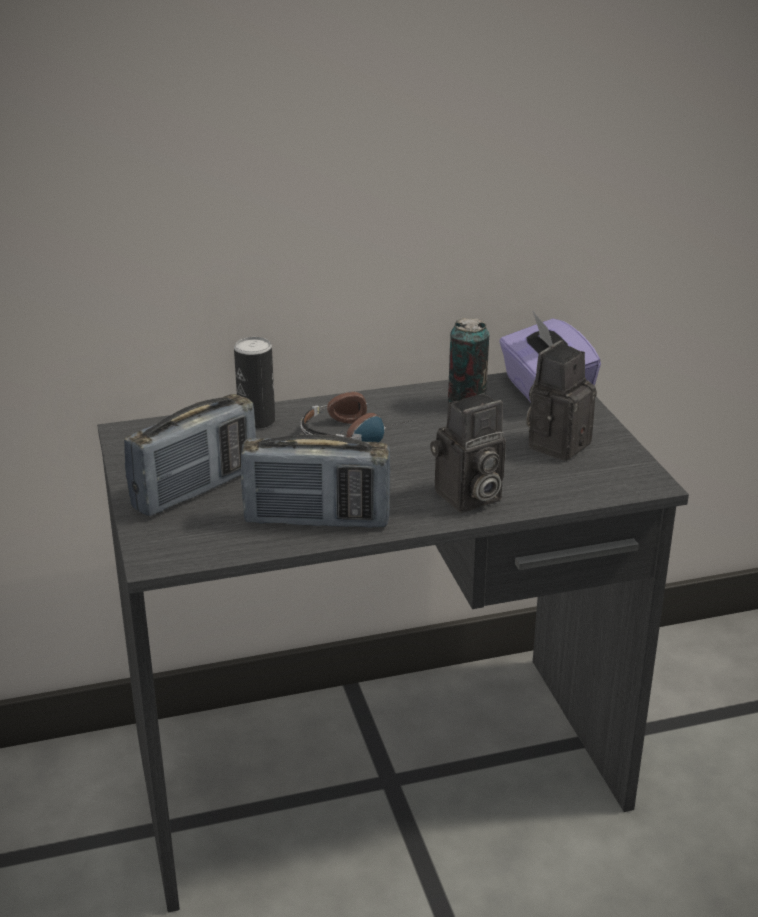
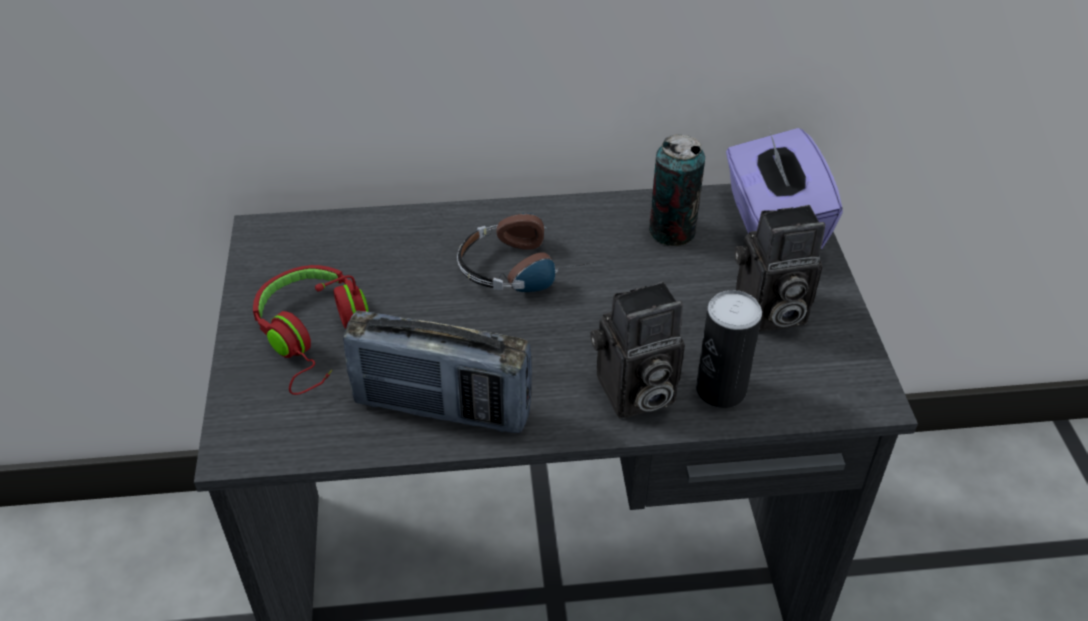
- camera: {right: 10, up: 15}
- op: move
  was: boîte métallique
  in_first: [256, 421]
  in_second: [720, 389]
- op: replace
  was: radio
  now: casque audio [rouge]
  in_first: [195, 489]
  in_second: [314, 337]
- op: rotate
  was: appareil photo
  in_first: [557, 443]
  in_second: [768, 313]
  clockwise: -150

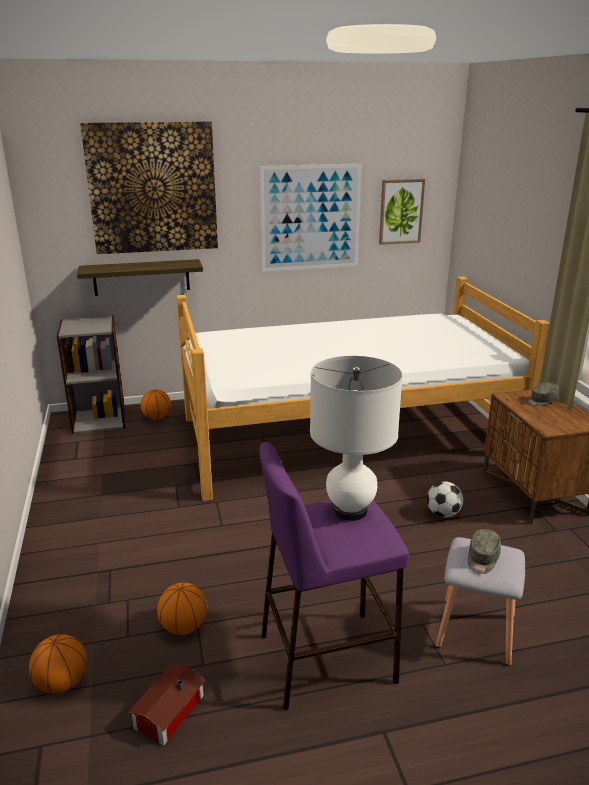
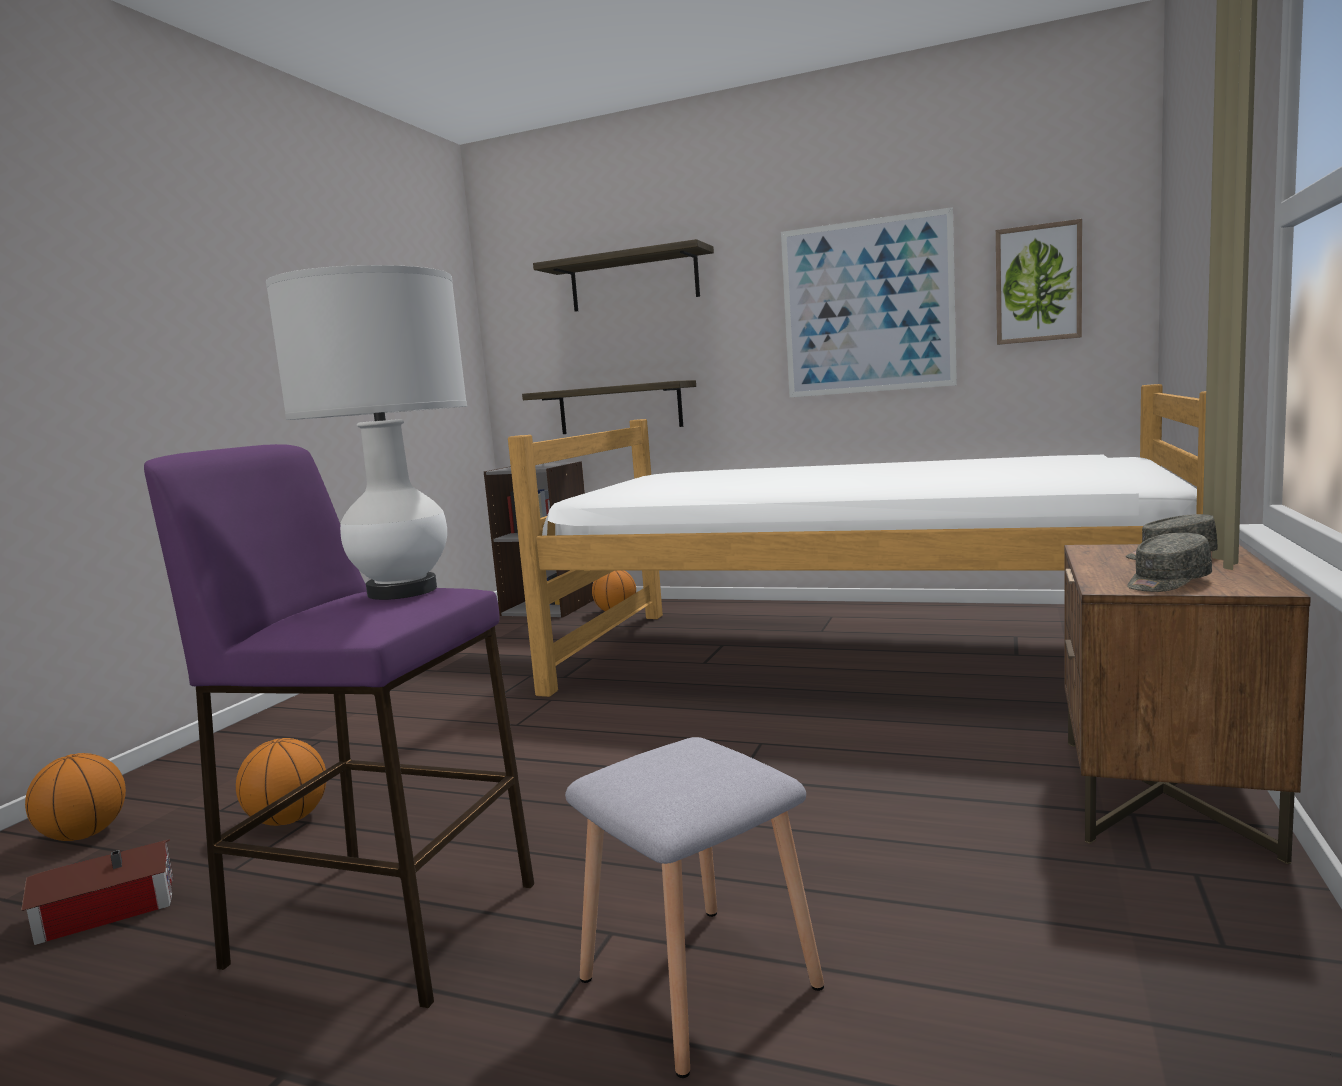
- camera: {right: 35, up: -15}
- op: delete
  was: ballon de foot
  in_first: [443, 514]
- op: move
  was: casquette [gris]
  in_first: [482, 559]
  in_second: [1166, 582]
- op: replace
  was: tableau
  now: étagère
  in_first: [153, 188]
  in_second: [634, 281]

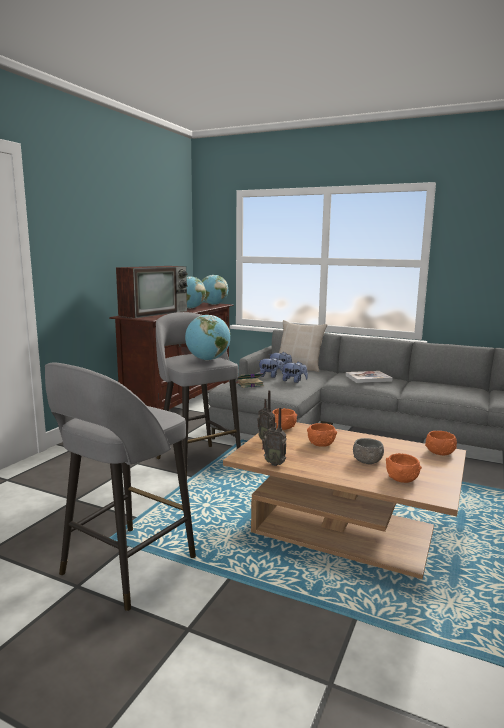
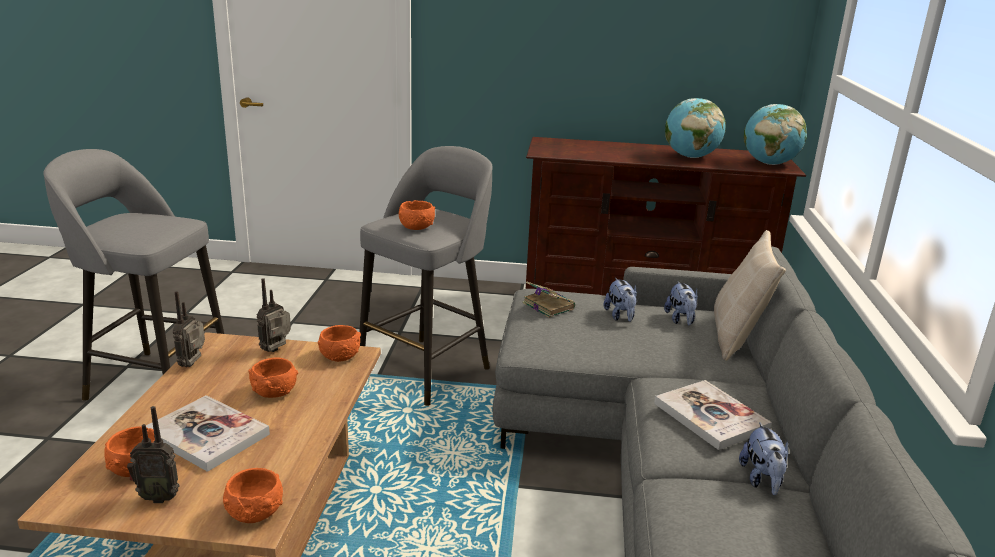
- camera: {right: 70, up: 10}
- op: delete
  was: téléviseur
  in_first: [154, 313]
- op: insert
  now: radio
  in_second: [159, 497]
- op: move
  was: peluche
  in_first: [294, 381]
  in_second: [762, 480]
- op: replace
  was: globe
  now: bol [orange]
  in_first: [207, 360]
  in_second: [416, 227]
- op: replace
  was: bol [gris]
  now: livre
  in_first: [367, 461]
  in_second: [207, 435]

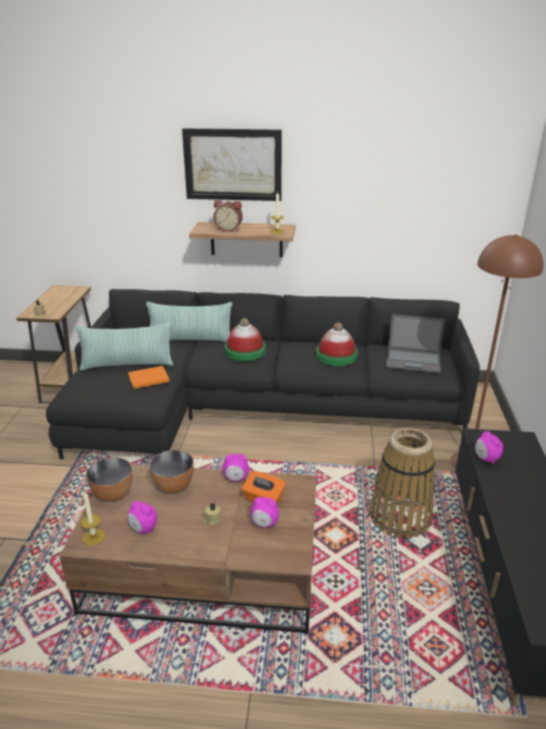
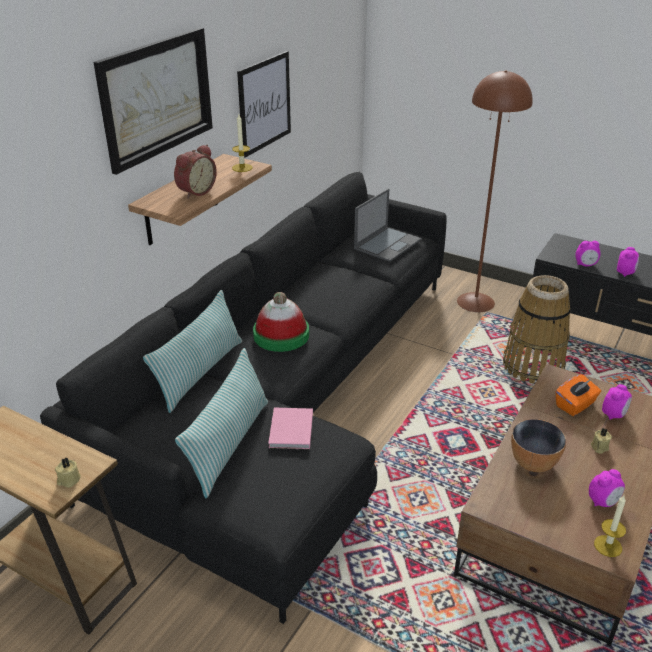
- camera: {right: -65, up: 5}
- op: delete
  was: bol
  in_first: [112, 495]
- op: delete
  was: chapeau
  in_first: [336, 356]
- op: insert
  now: tableau
  in_second: [264, 103]
- op: move
  was: réveil
  in_first: [236, 479]
  in_second: [625, 273]
- op: recolor
  was: livre [orange]
  now: livre [rose]
  in_first: [147, 379]
  in_second: [290, 431]

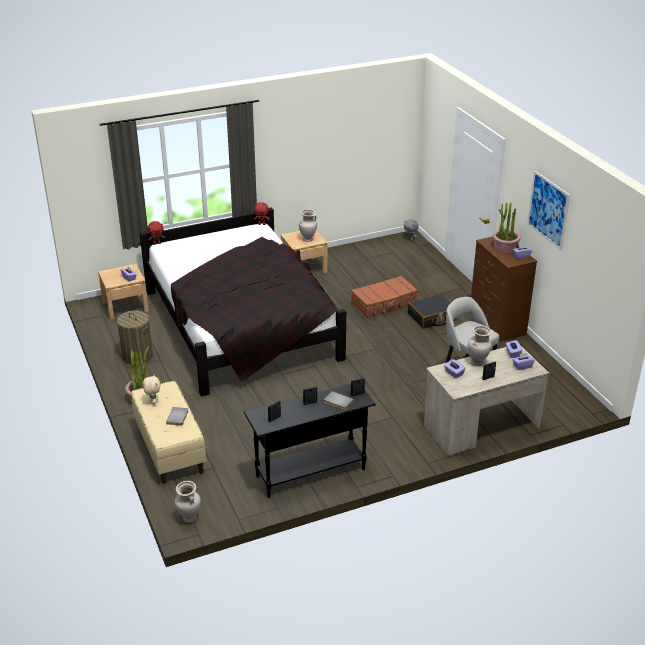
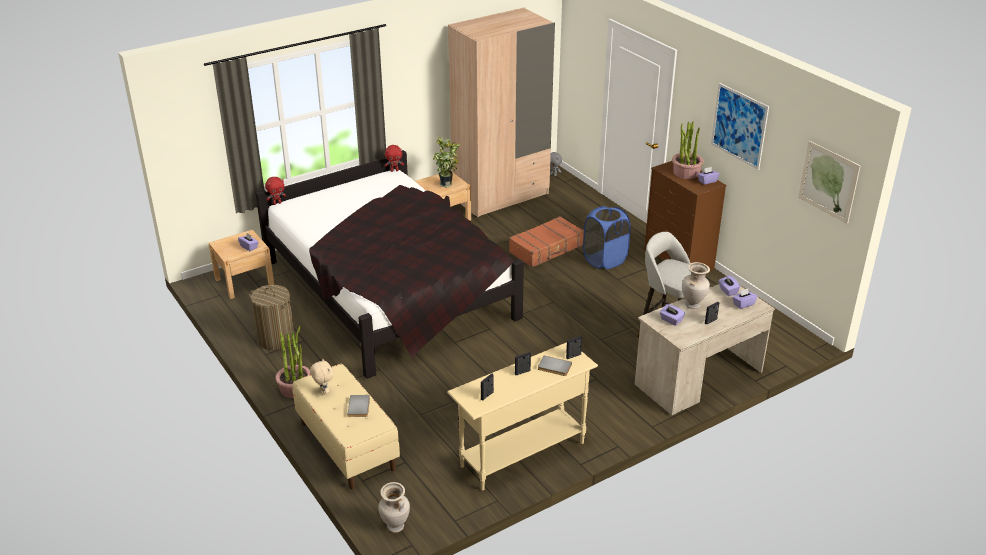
- camera: {right: -10, up: 0}
- op: insert
  now: armoire [beige]
  in_second: [501, 196]
- op: insert
  now: tableau
  in_second: [828, 182]
- op: replace
  was: vase [beige]
  now: plante en pot
  in_first: [308, 239]
  in_second: [447, 184]
- op: replace
  was: valise [noir]
  now: panier à linge [bleu]
  in_first: [432, 317]
  in_second: [605, 260]
- op: recolor
  was: table console [noir]
  now: table console [beige]
  in_first: [310, 472]
  in_second: [522, 454]

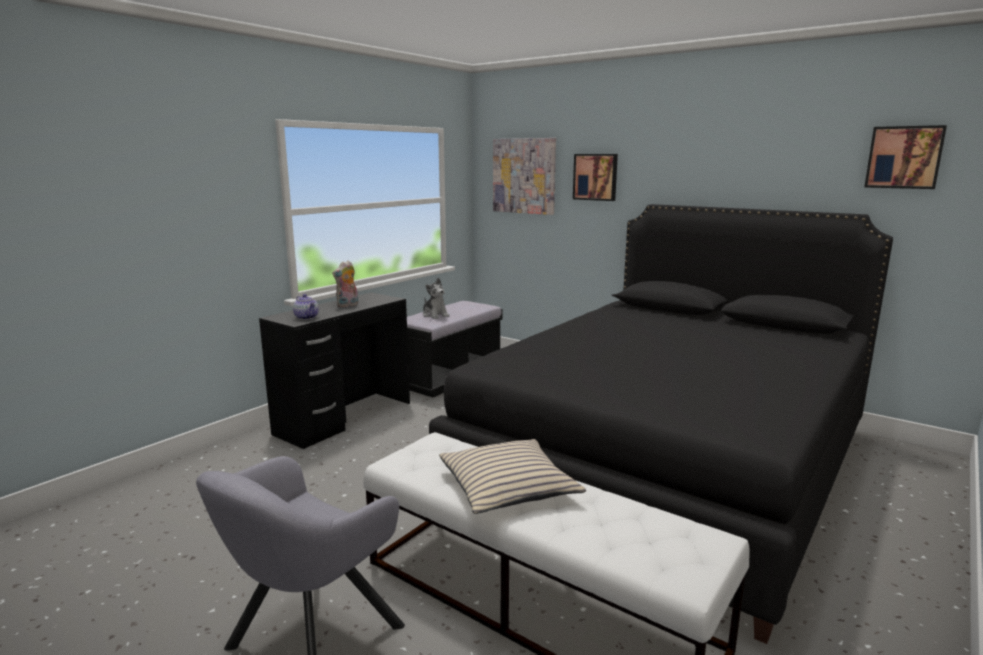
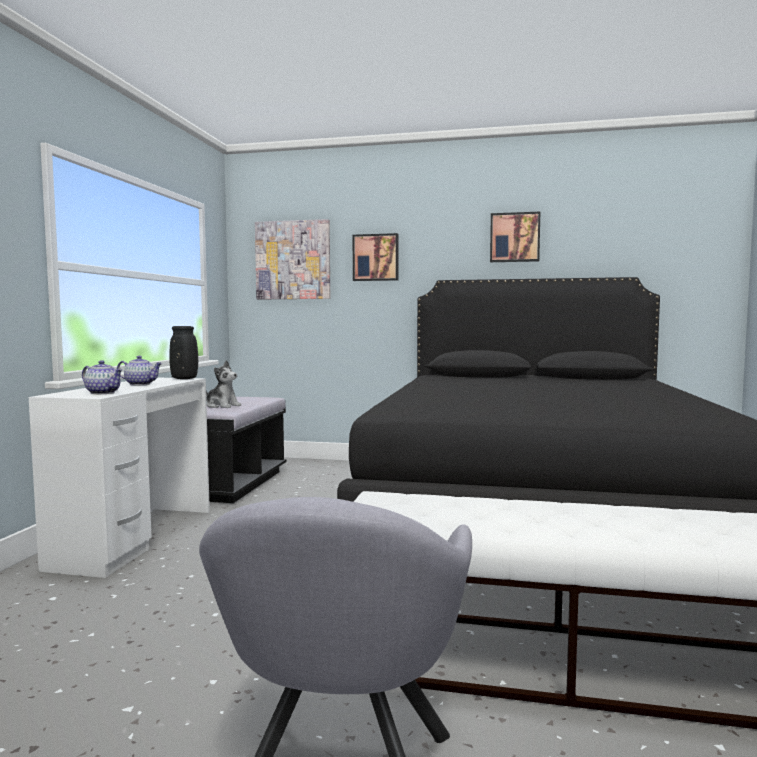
- camera: {right: -25, up: -10}
- op: delete
  was: coussin [beige]
  in_first: [508, 487]
- op: insert
  now: vase [noir]
  in_second: [184, 378]
- op: move
  was: tableau
  in_first: [904, 157]
  in_second: [514, 237]
- op: replace
  was: peluche
  now: théière
  in_first: [348, 305]
  in_second: [141, 384]
- op: recolor
  was: bureau [noir]
  now: bureau [blanc]
  in_first: [344, 418]
  in_second: [135, 537]

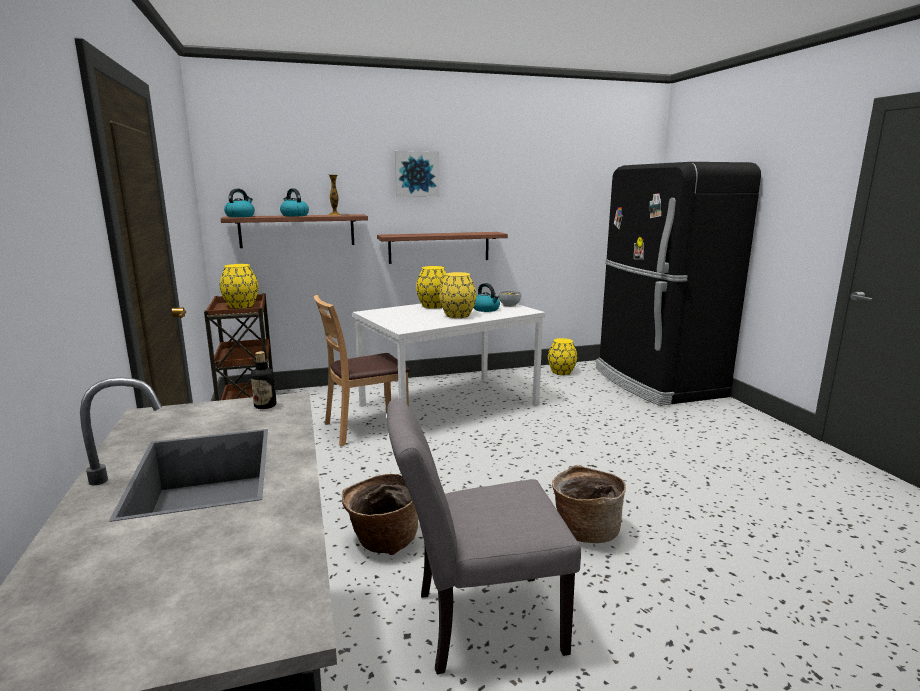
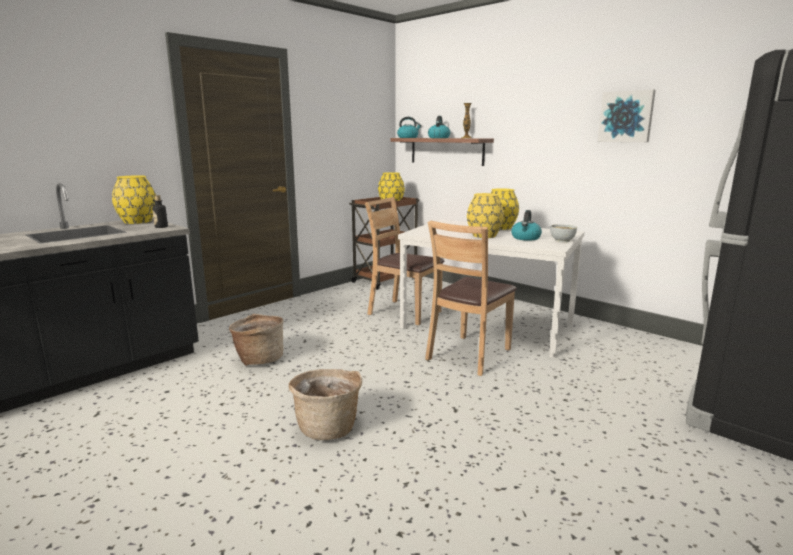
- camera: {right: 60, up: 0}
- op: delete
  was: étagère
  in_first: [439, 247]
- op: delete
  was: chaise [gris]
  in_first: [476, 623]
- op: insert
  now: chaise [marron]
  in_second: [469, 355]
- op: move
  was: tableau
  in_first: [416, 174]
  in_second: [626, 117]
- op: move
  was: vase [jaune]
  in_first: [562, 372]
  in_second: [138, 221]

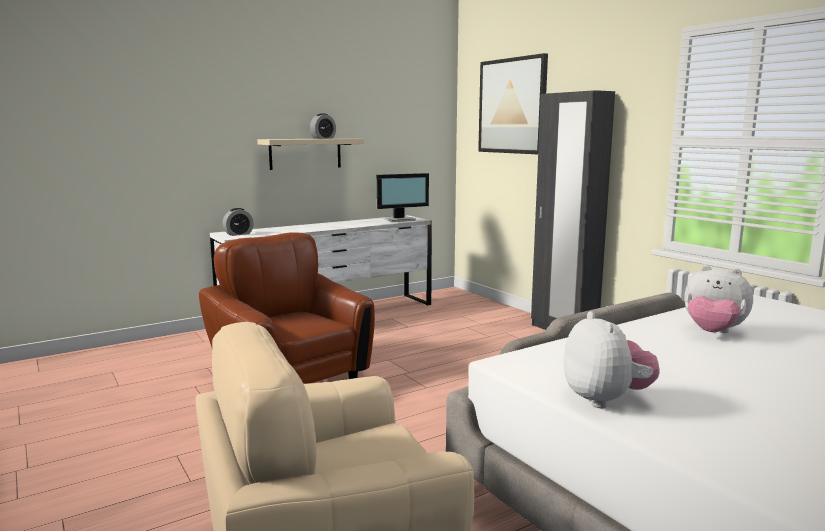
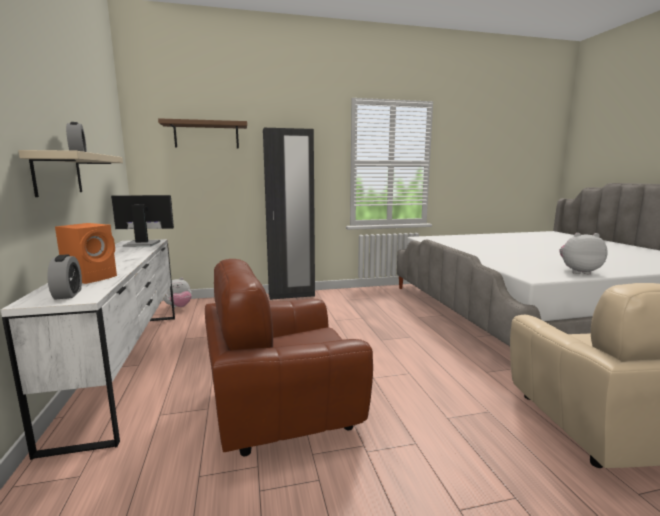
- camera: {right: -70, up: 0}
- op: insert
  now: enceinte [orange]
  in_second: [92, 277]
- op: move
  was: peluche
  in_first: [713, 333]
  in_second: [178, 307]
- op: replace
  was: tableau
  now: étagère [marron]
  in_first: [512, 106]
  in_second: [206, 135]
- op: rotate
  was: écran d'ordinateur
  in_first: [400, 219]
  in_second: [142, 243]
  clockwise: -90

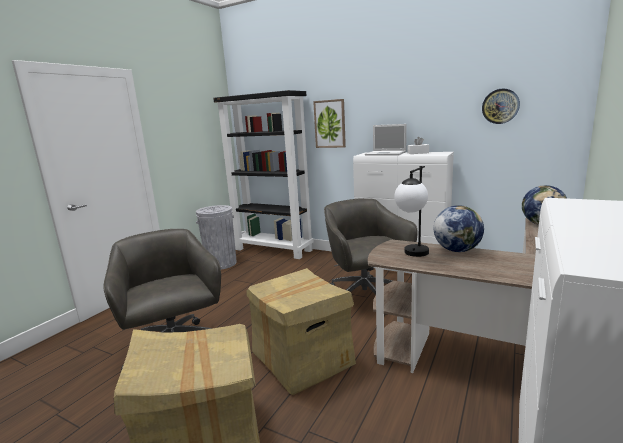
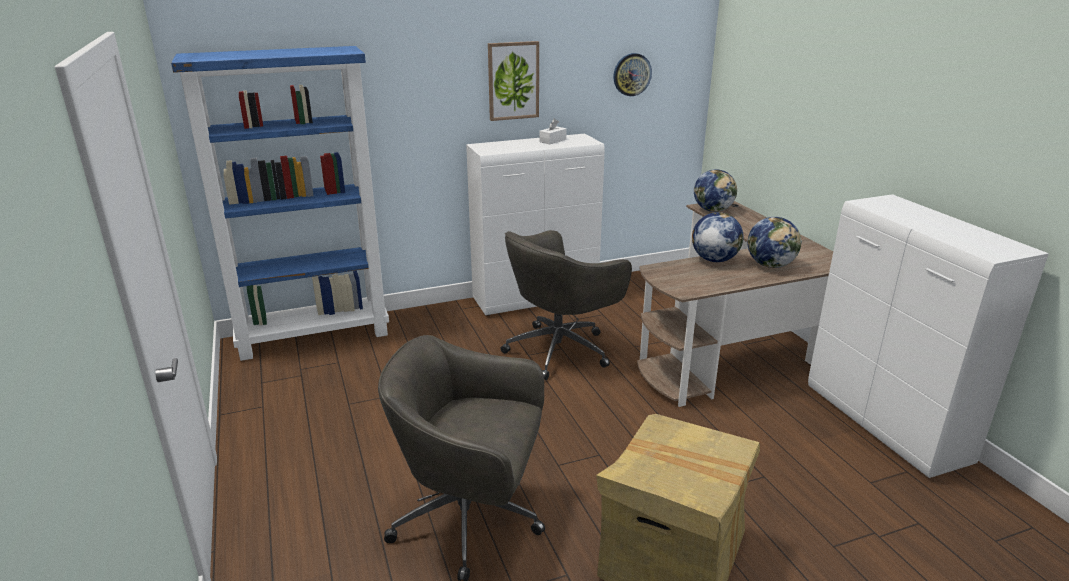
- camera: {right: -50, up: 10}
- op: delete
  was: poubelle [gris]
  in_first: [221, 263]
- op: delete
  was: carton
  in_first: [302, 359]
- op: delete
  was: ordinateur portable
  in_first: [386, 153]
- op: delete
  was: lampe de table
  in_first: [413, 255]
- op: insert
  now: globe
  in_second: [770, 265]
- op: move
  was: tableau
  in_first: [330, 124]
  in_second: [513, 81]
- op: recolor
  was: bibliothèque [noir]
  now: bibliothèque [bleu]
  in_first: [274, 250]
  in_second: [315, 336]
- op: rotate
  was: chaise de bureau [gris]
  in_first: [366, 297]
  in_second: [561, 349]
  clockwise: -60

